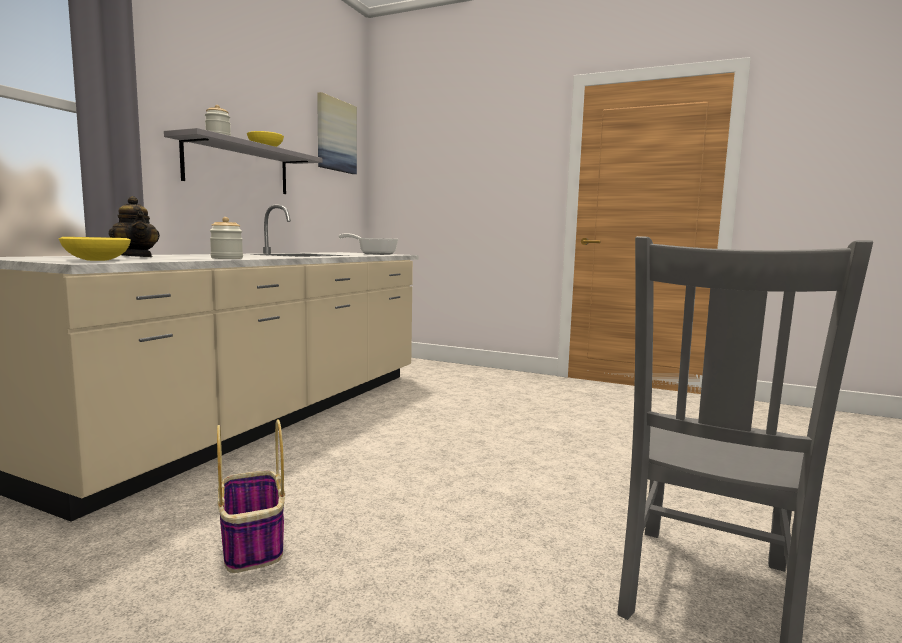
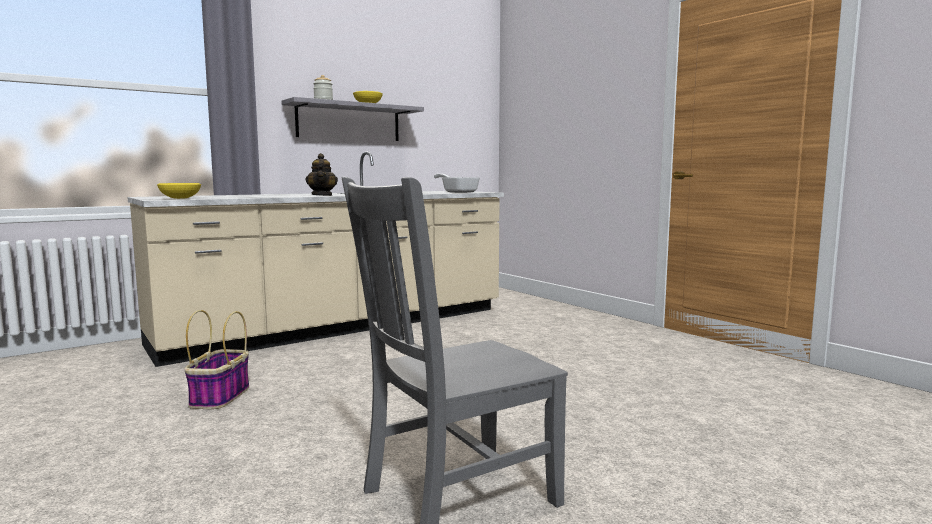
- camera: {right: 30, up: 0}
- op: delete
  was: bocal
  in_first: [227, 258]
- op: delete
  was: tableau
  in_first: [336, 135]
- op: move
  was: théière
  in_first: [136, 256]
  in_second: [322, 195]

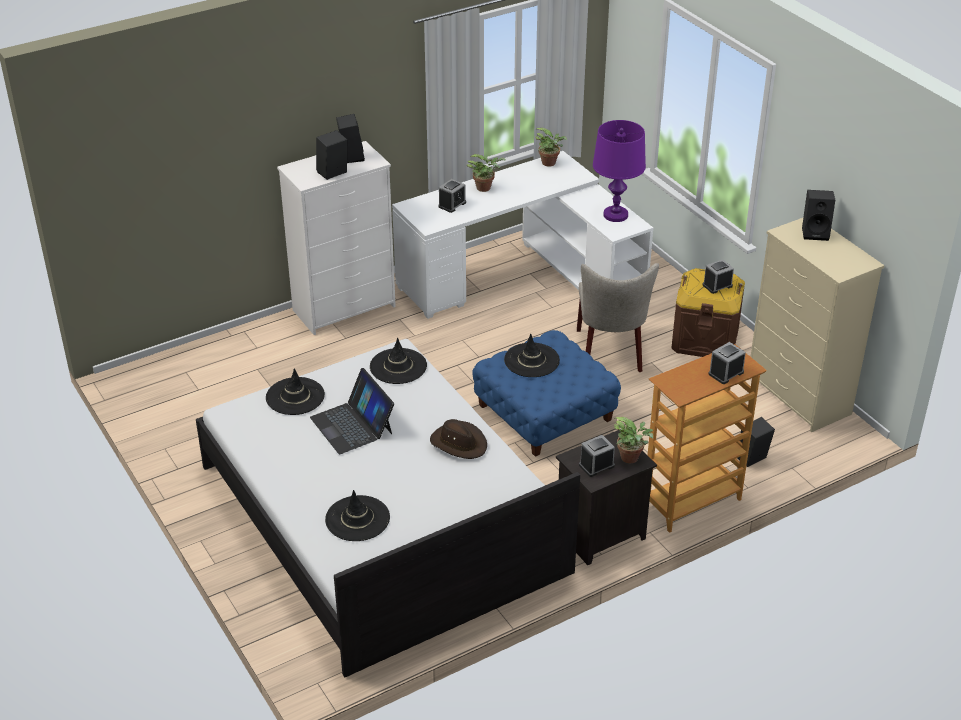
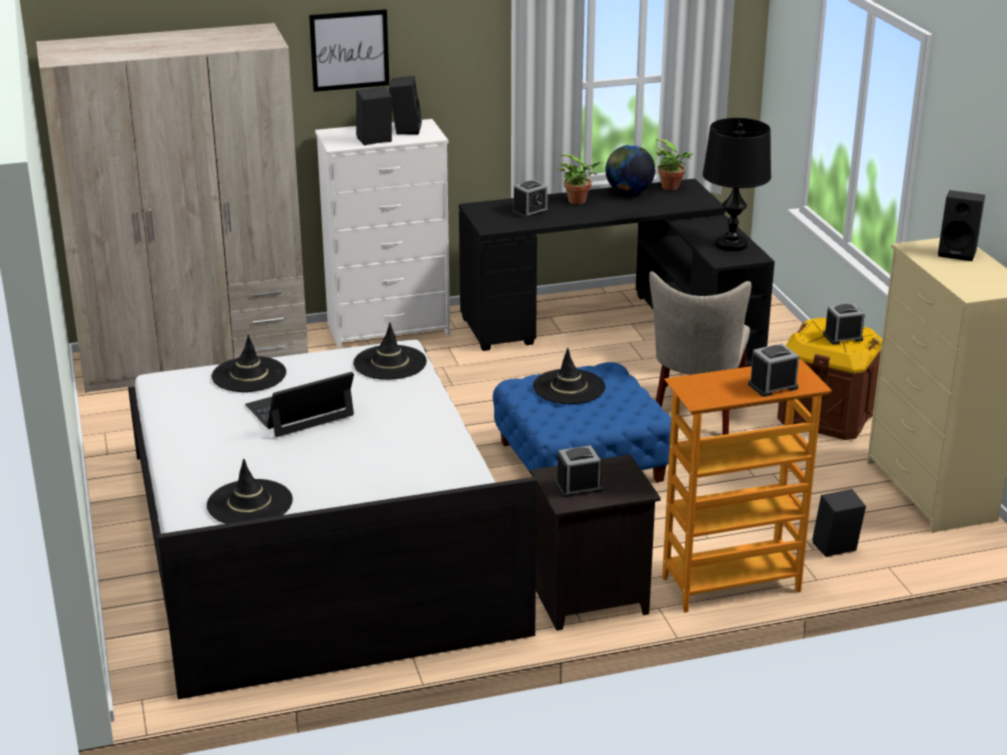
- camera: {right: 15, up: -10}
- op: delete
  was: chapeau [marron]
  in_first: [459, 443]
- op: delete
  was: plante en pot
  in_first: [632, 458]
- op: insert
  now: armoire [beige]
  in_second: [195, 360]
- op: insert
  now: tableau
  in_second: [349, 50]
- op: insert
  now: globe
  in_second: [629, 192]
- op: recolor
  was: bureau [blanc]
  now: bureau [noir]
  in_first: [524, 278]
  in_second: [621, 327]
- op: recolor
  was: lampe de table [violet]
  now: lampe de table [noir]
  in_first: [615, 215]
  in_second: [731, 244]
- op: rotate
  was: ordinateur portable
  in_first: [352, 425]
  in_second: [300, 411]
  clockwise: 75

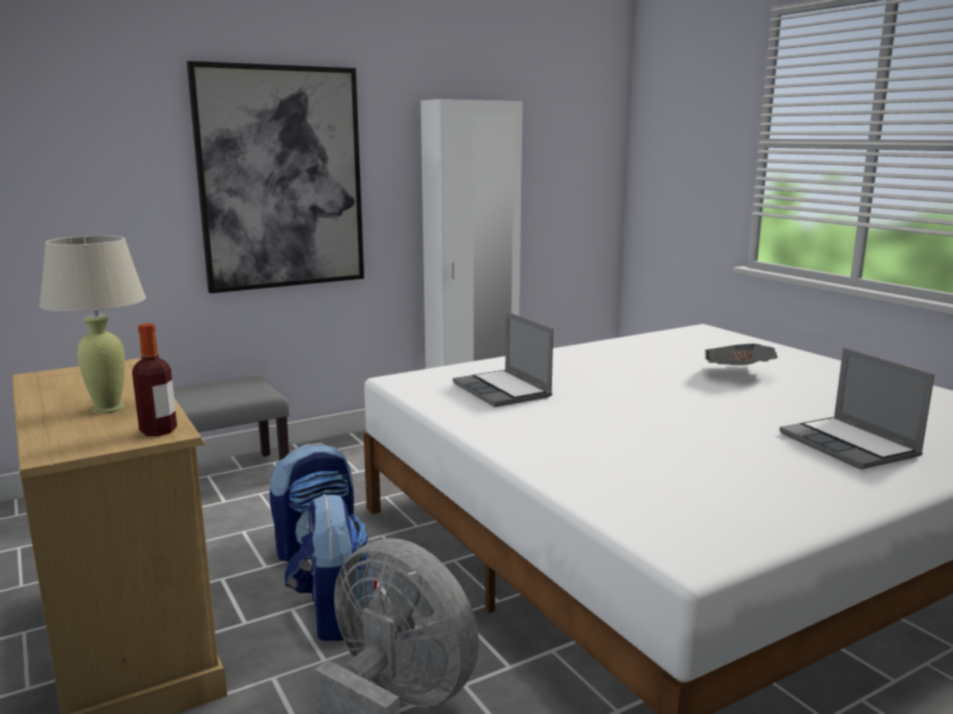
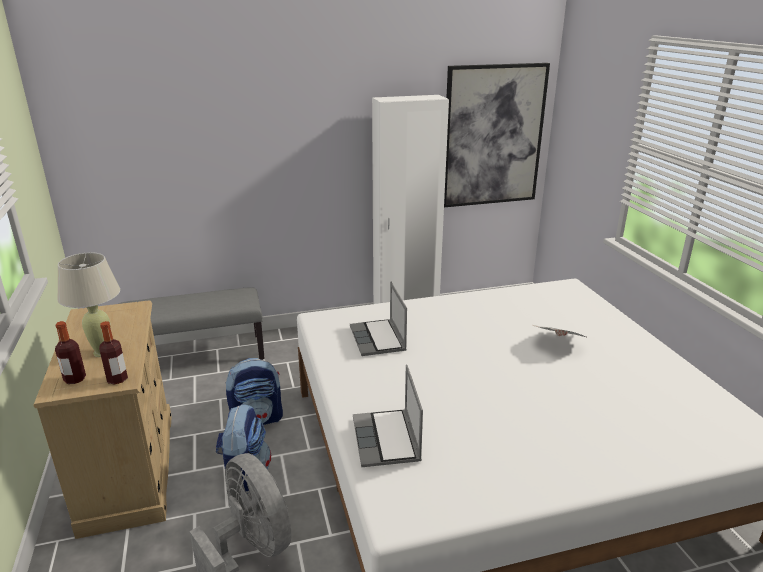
- camera: {right: 15, up: 10}
- op: insert
  now: bouteille
  in_second: [75, 379]
- op: move
  was: tableau
  in_first: [281, 178]
  in_second: [492, 136]
- op: move
  was: ordinateur portable
  in_first: [850, 445]
  in_second: [387, 440]

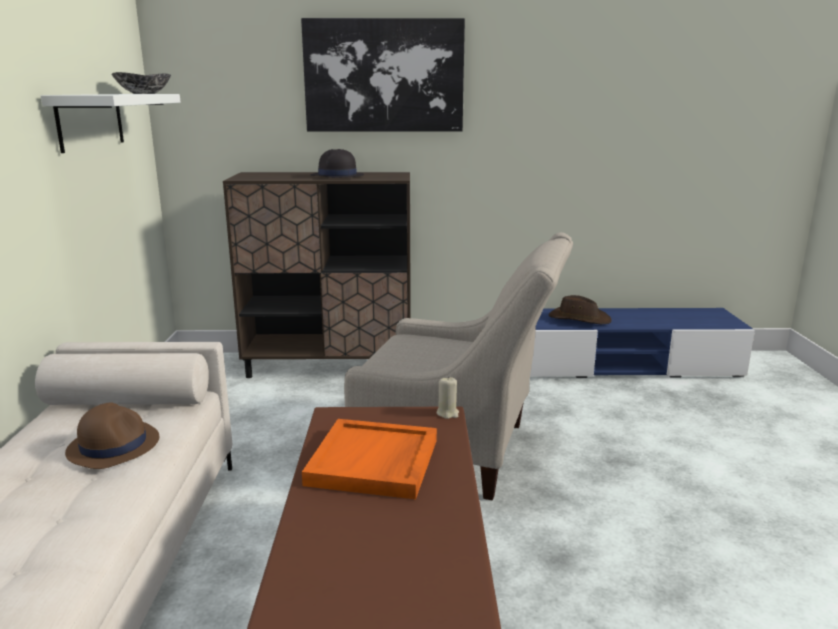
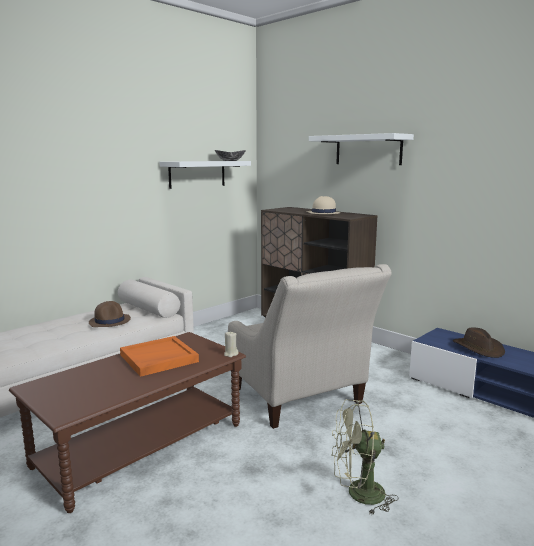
- camera: {right: 45, up: -5}
- op: insert
  now: ventilateur [vert]
  in_second: [358, 494]
- op: replace
  was: tableau
  now: étagère [blanc]
  in_first: [384, 76]
  in_second: [368, 150]
- op: recolor
  was: chapeau [noir]
  now: chapeau [beige]
  in_first: [337, 176]
  in_second: [323, 213]

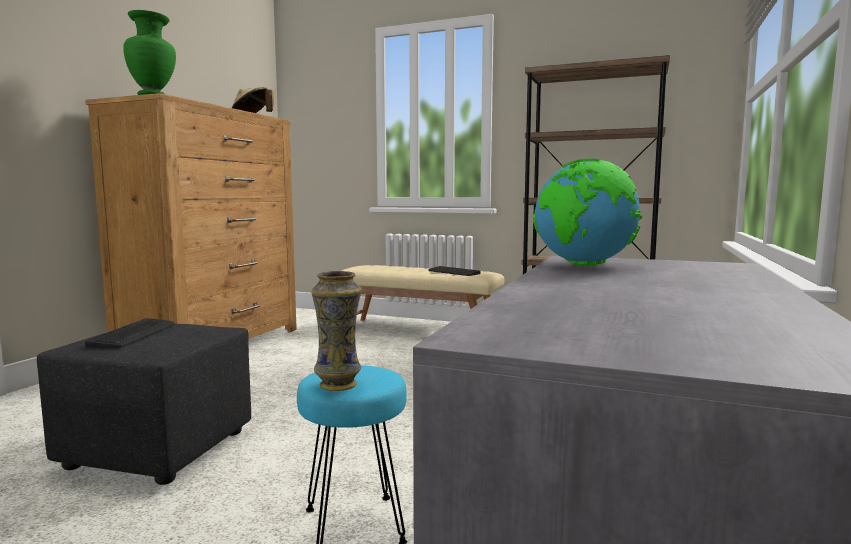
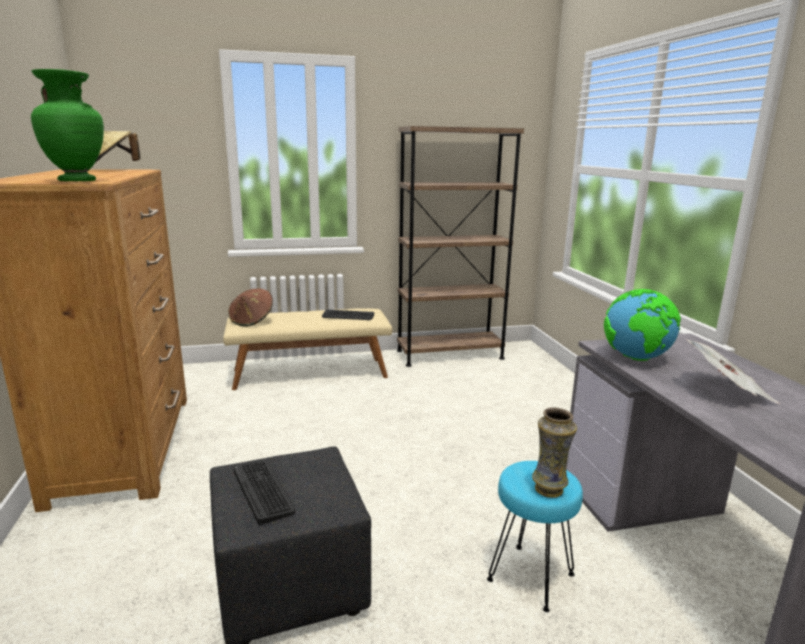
- camera: {right: -35, up: 10}
- op: insert
  now: chapeau [marron]
  in_second: [252, 321]
- op: insert
  now: journal
  in_second: [727, 392]

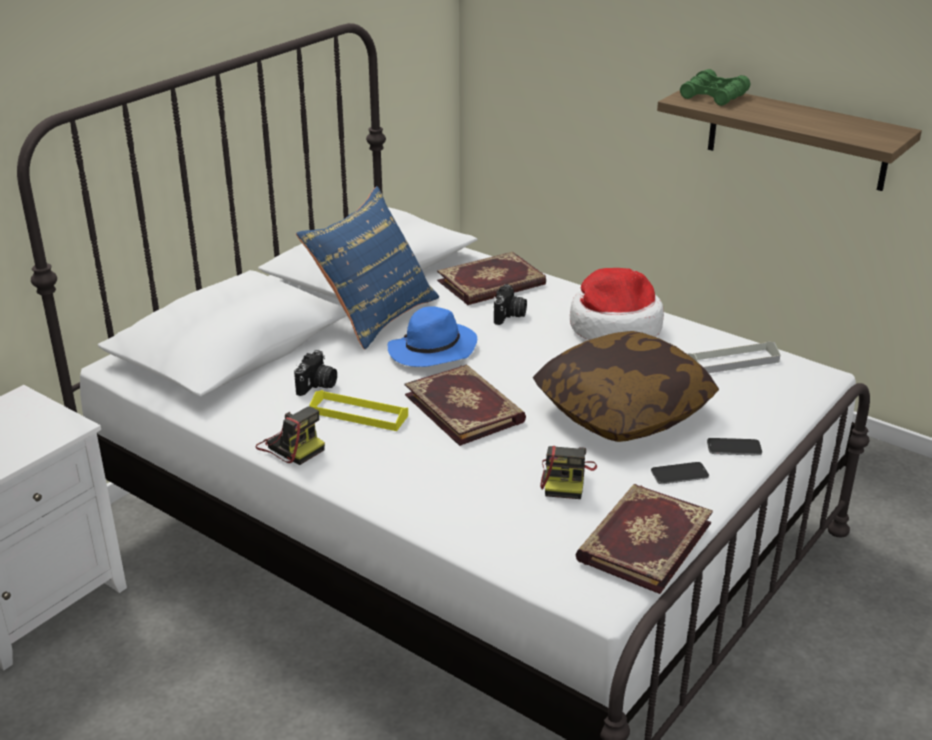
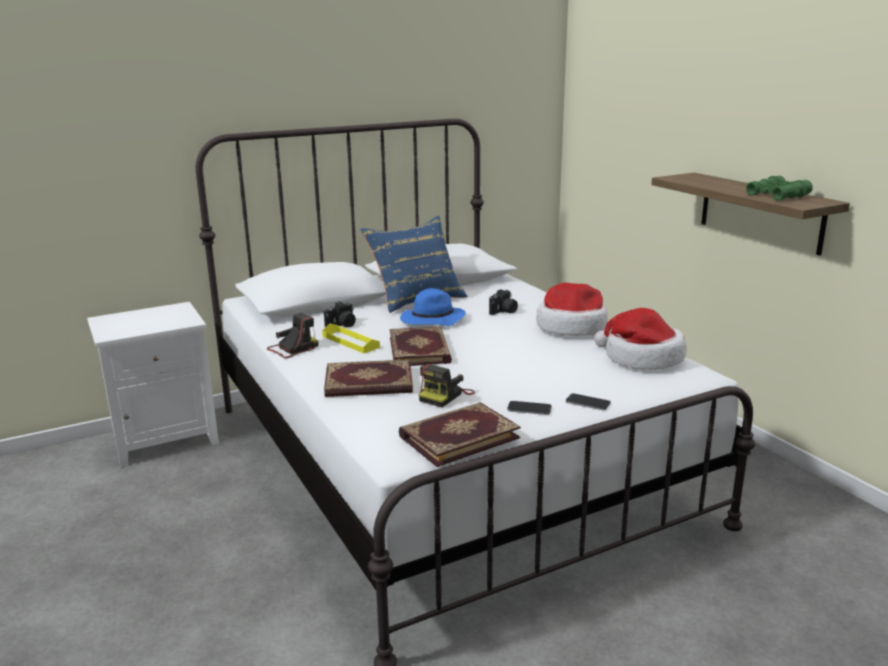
- camera: {right: 25, up: -10}
- op: delete
  was: coussin
  in_first: [623, 410]
- op: move
  was: livre
  in_first: [492, 283]
  in_second: [369, 383]
- op: move
  was: jumelles [vert]
  in_first: [713, 96]
  in_second: [777, 196]
- op: replace
  was: plateau [gris]
  now: chapeau
  in_first: [733, 361]
  in_second: [641, 358]
- op: rotate
  was: appareil photo
  in_first: [290, 446]
  in_second: [292, 349]
  clockwise: -105

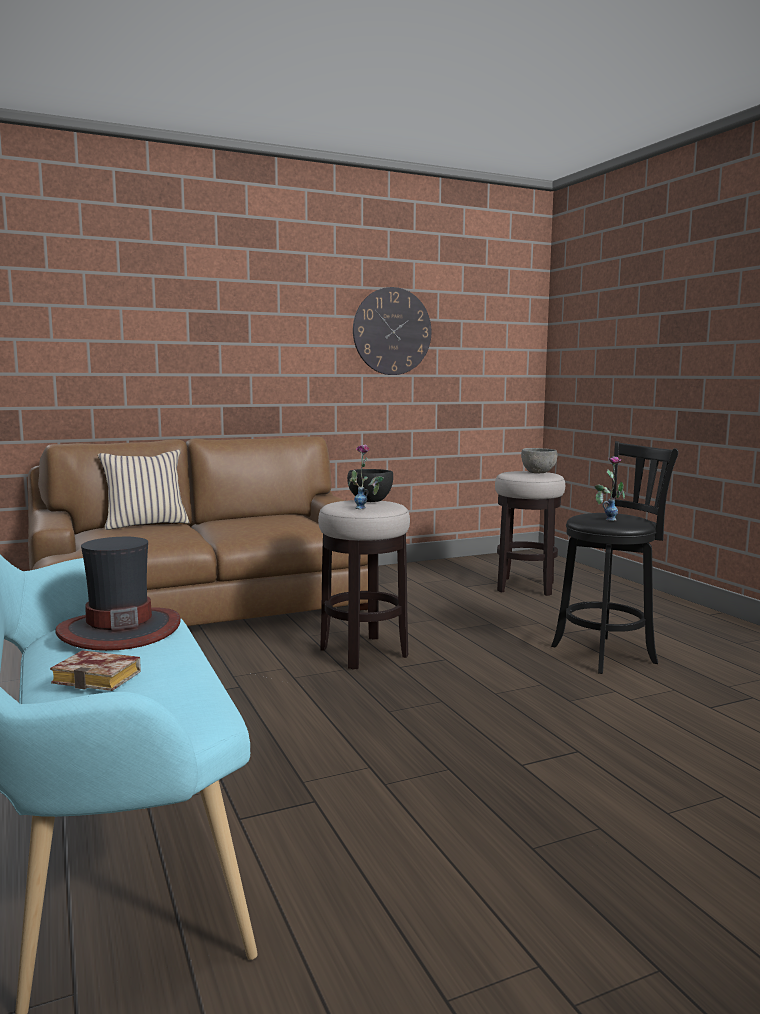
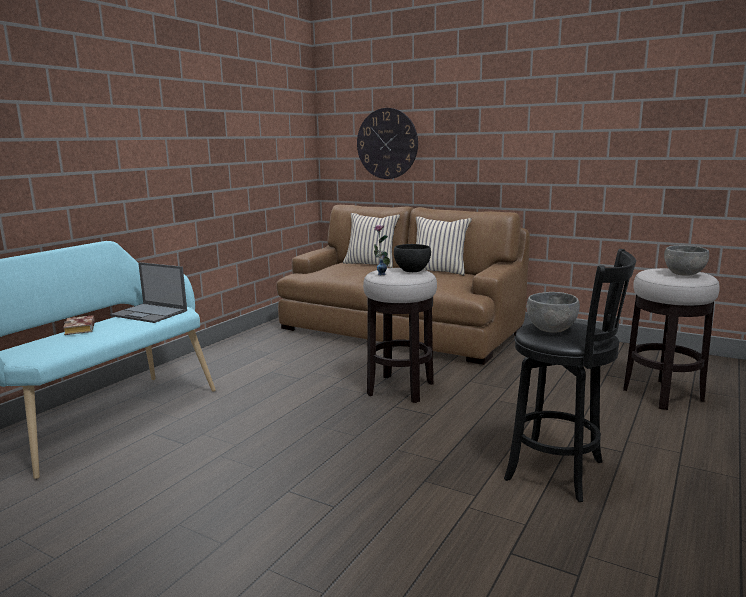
- camera: {right: 55, up: 5}
- op: insert
  now: coussin [beige]
  in_second: [439, 271]
- op: move
  was: horloge murale
  in_first: [392, 331]
  in_second: [387, 143]
- op: replace
  was: chapeau
  now: ordinateur portable
  in_first: [119, 630]
  in_second: [150, 313]
- op: replace
  was: vase
  now: bol [gris]
  in_first: [607, 518]
  in_second: [551, 330]

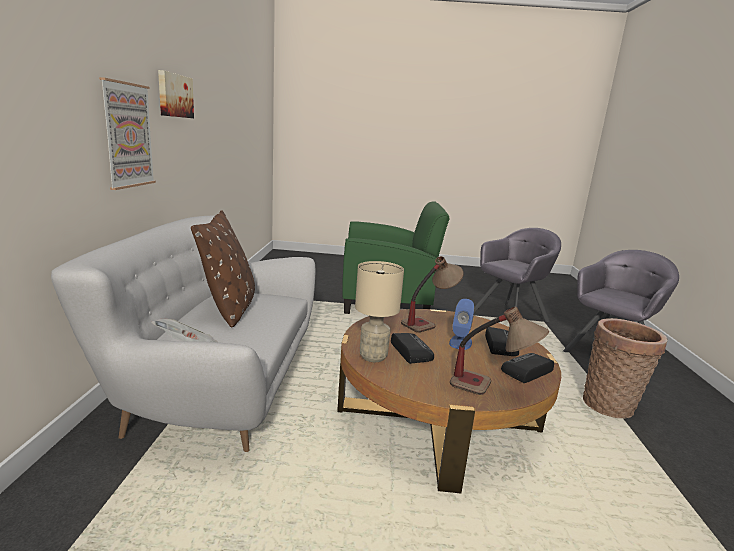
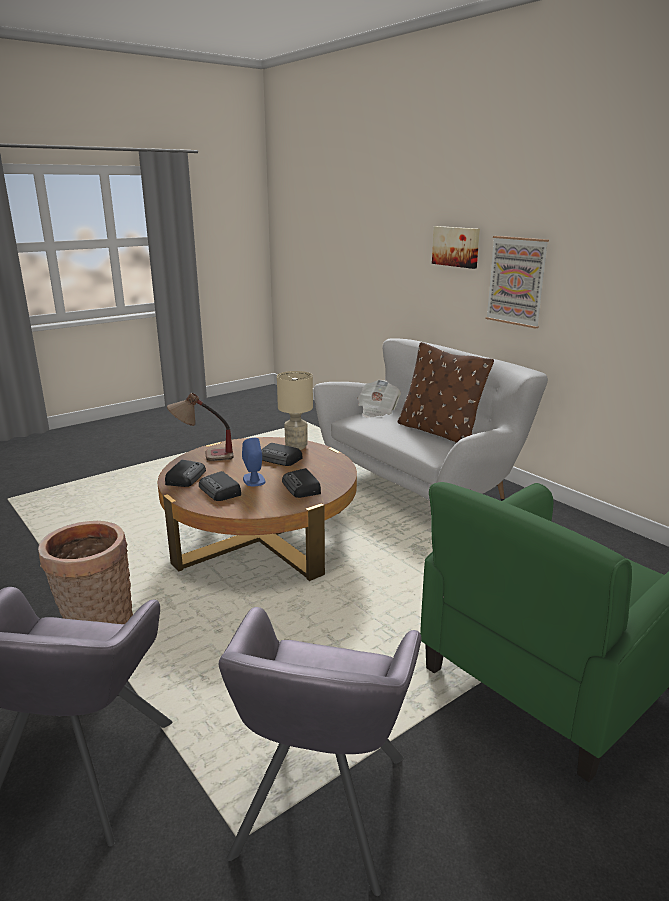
- camera: {right: 140, up: 5}
- op: move
  was: tableau
  in_first: [174, 95]
  in_second: [456, 246]
- op: replace
  was: lampe de table
  now: radio
  in_first: [429, 322]
  in_second: [301, 488]

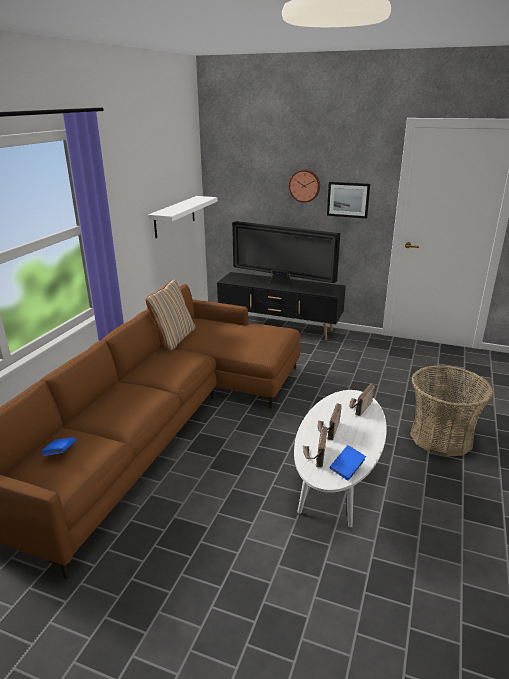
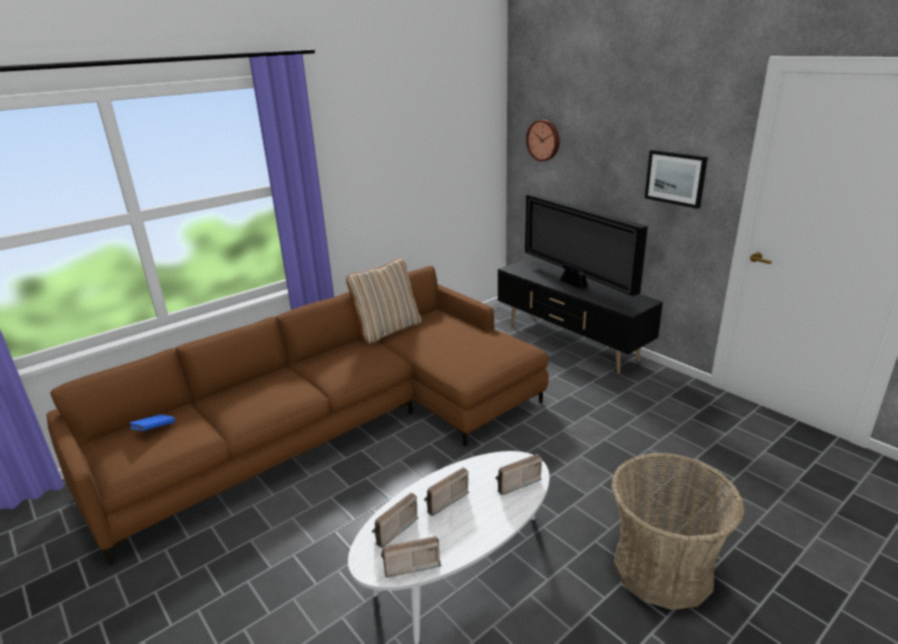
- camera: {right: 30, up: 0}
- op: delete
  was: étagère [blanc]
  in_first: [175, 216]
- op: move
  was: horloge murale
  in_first: [304, 185]
  in_second: [544, 140]
- op: replace
  was: livre [bleu]
  now: radio
  in_first: [347, 469]
  in_second: [409, 563]

